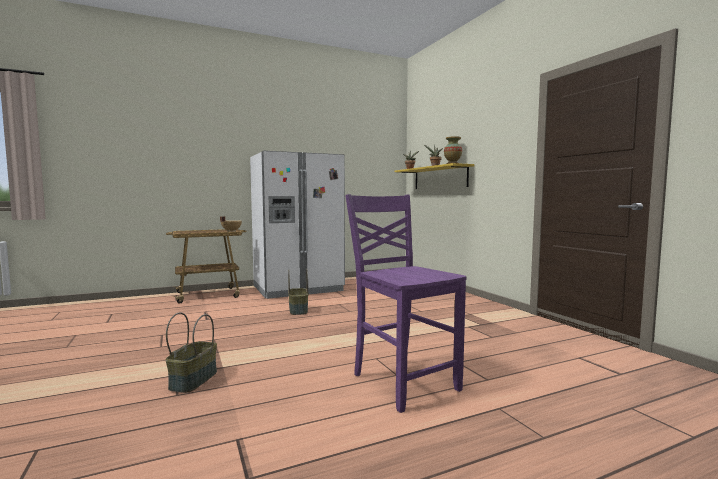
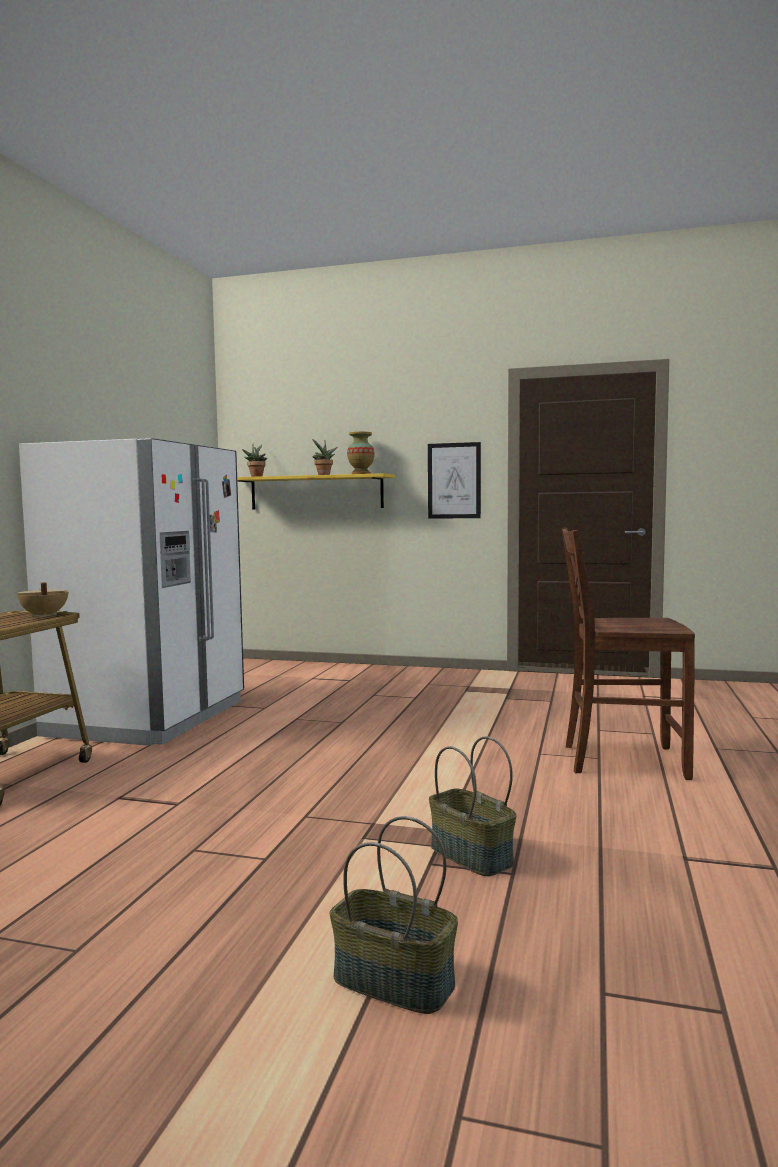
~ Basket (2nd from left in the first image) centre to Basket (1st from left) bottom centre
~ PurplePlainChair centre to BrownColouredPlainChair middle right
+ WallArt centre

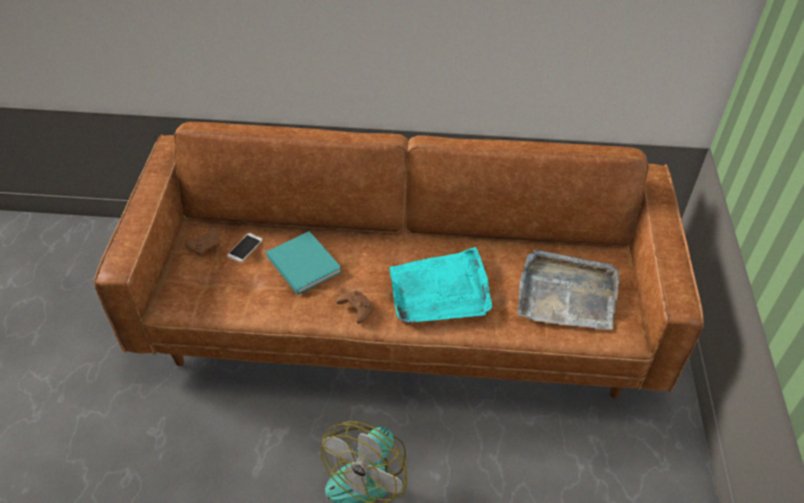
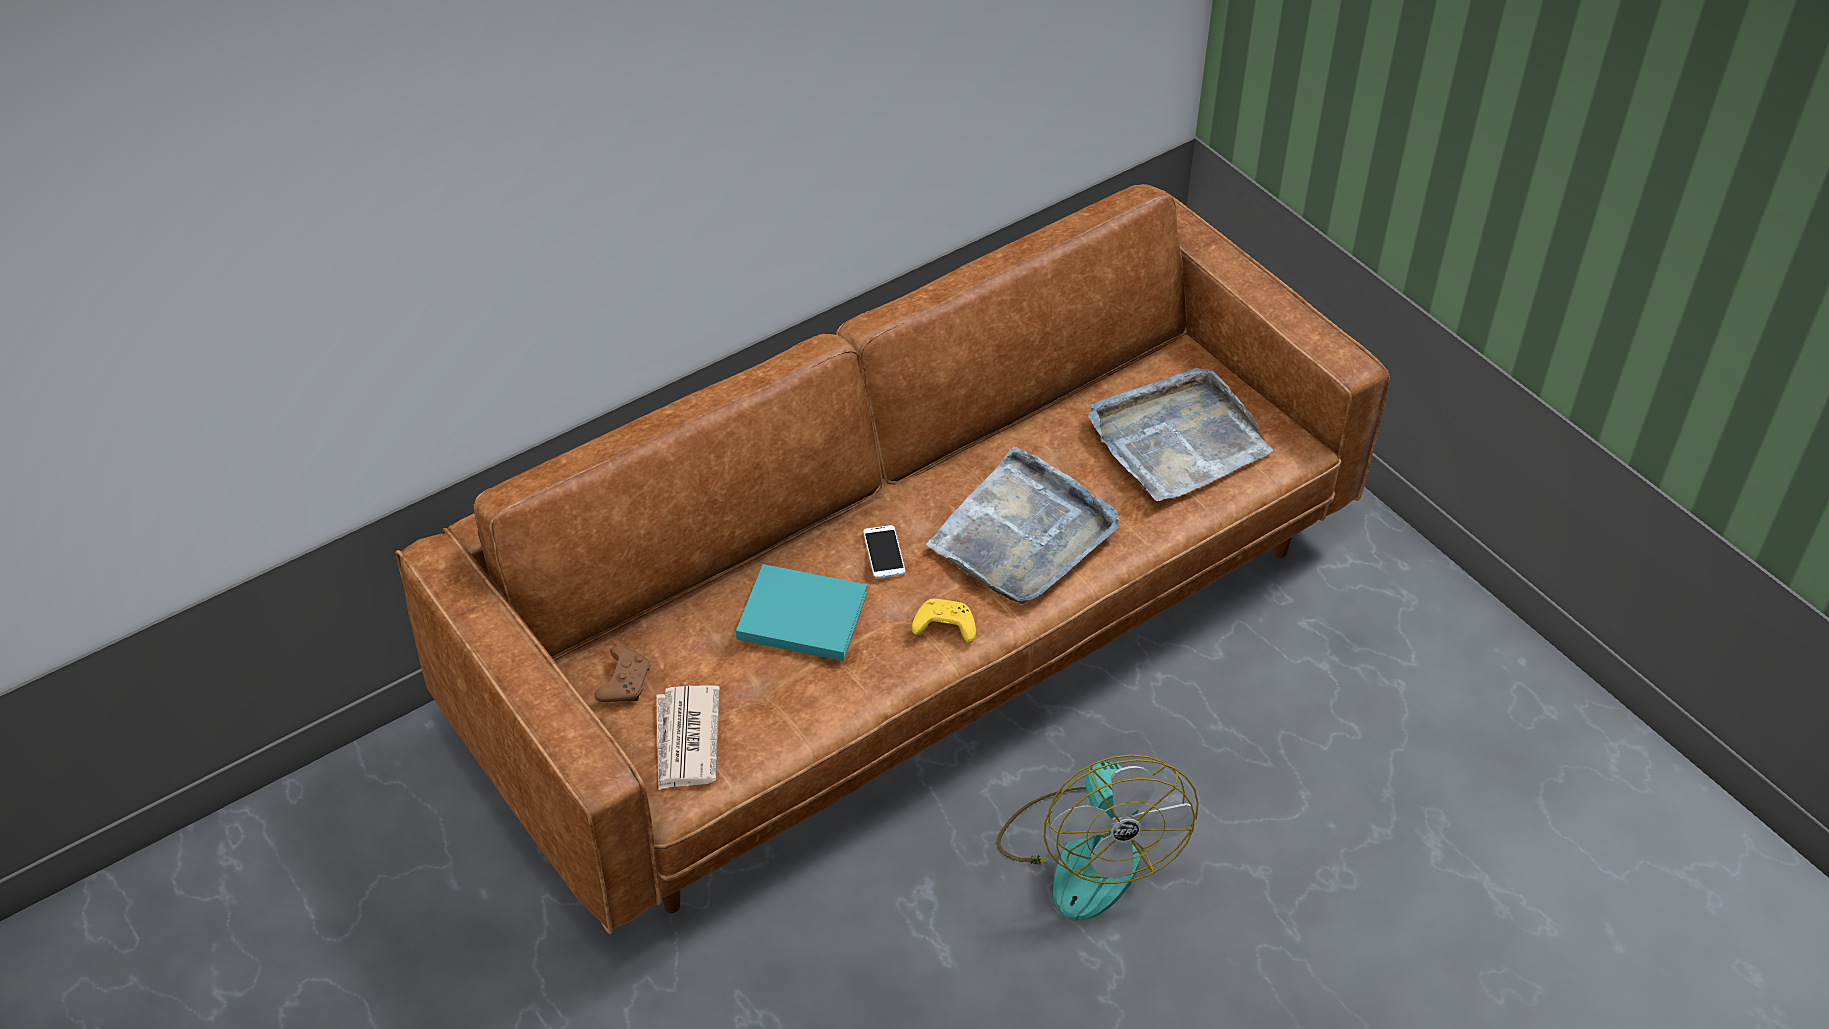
~ Handset middle left to centre
~ BrownColouredGamepad (2nd from left) centre to YellowishGamepad centre
~ BlueGreenServingTray centre to GreyishServingTray (1st from left) centre
+ Newspaper bottom centre

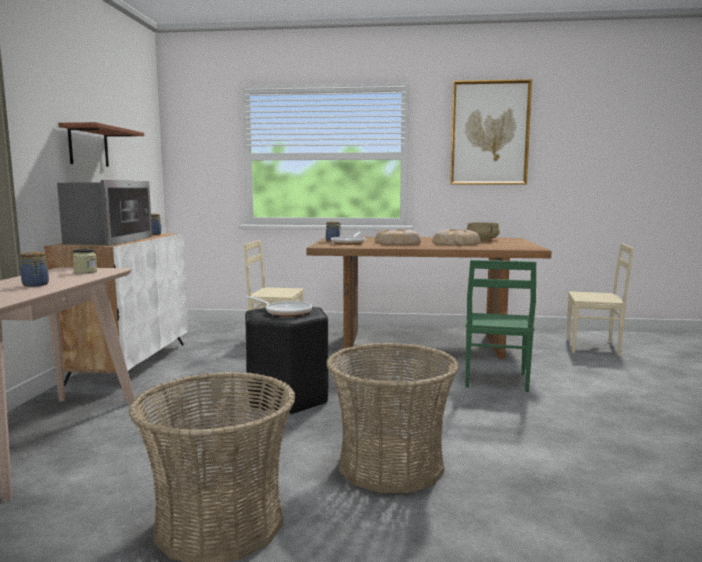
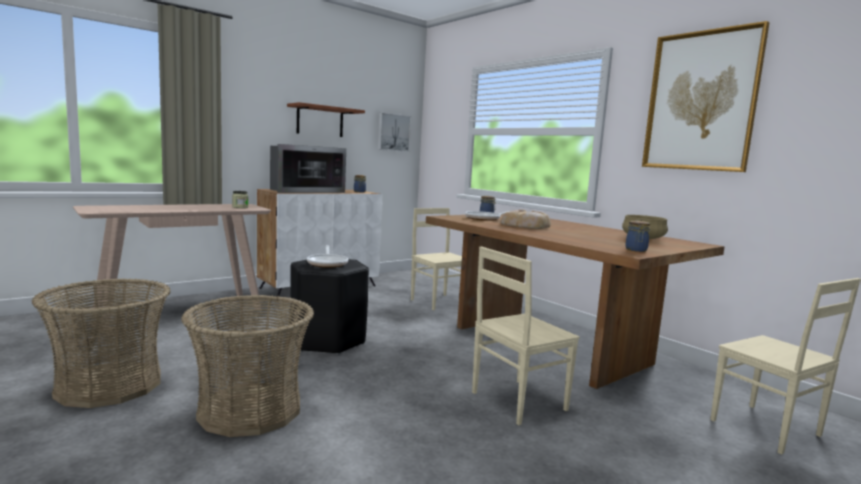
~ PreserveJar (1st from left in the first image) middle left to PreserveJar (4th from left) middle right
- Bread (2nd from left) centre
~ GreenishPlainChair middle right to BeigePlainChair (2nd from left) bottom centre
+ WallArt (1st from left) top centre

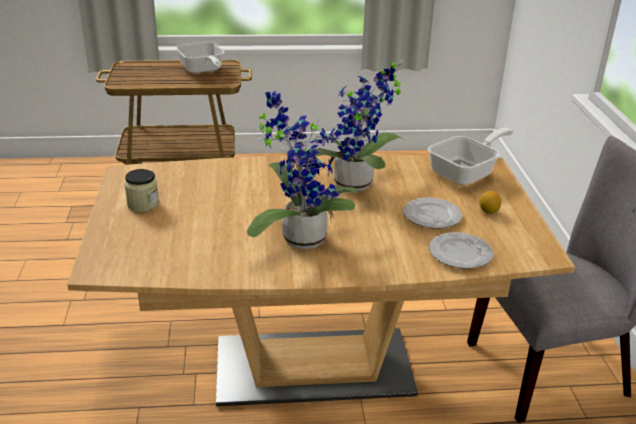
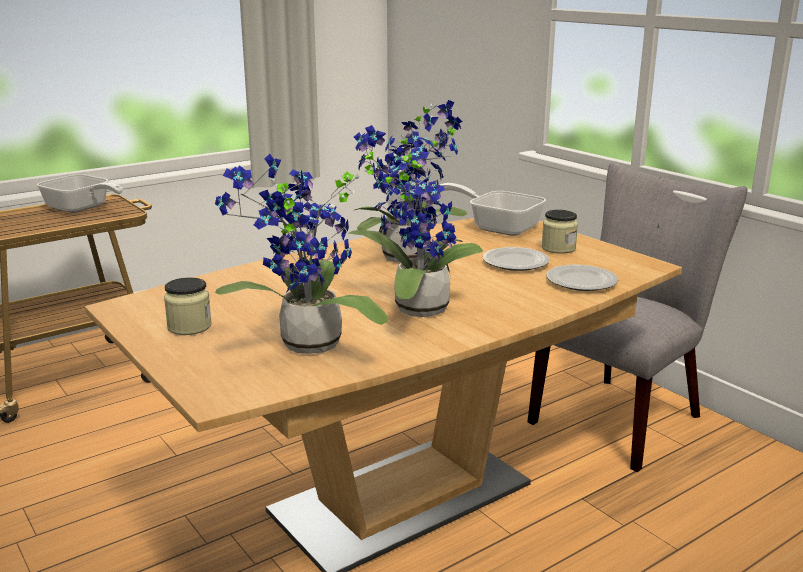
~ FryingPan (2nd from left) middle right = centre 75 degrees counterclockwise
~ WholeLemon middle right to PreserveJar (2nd from left) middle right
+ Houseplant (1st from left) centre

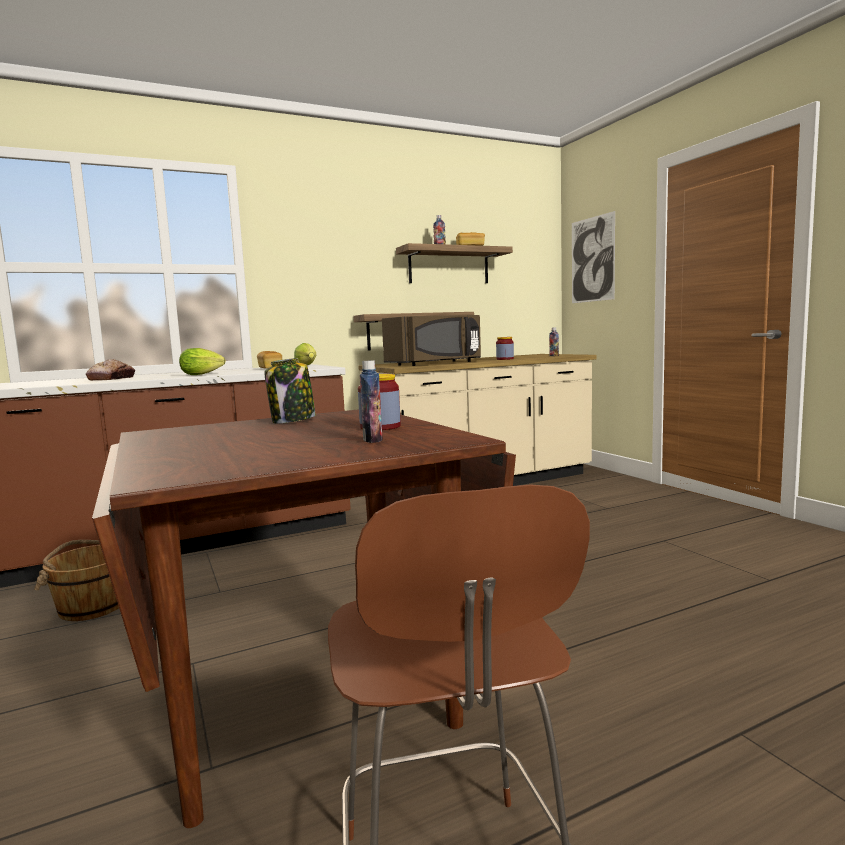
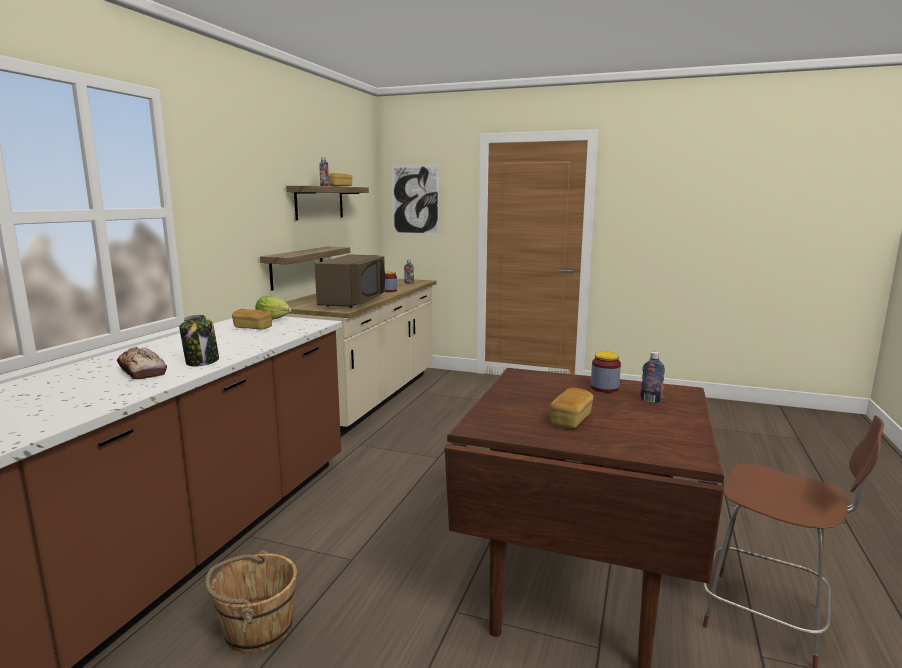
- Lettuce (1st from left) middle left
~ PreserveJar (1st from left) centre to middle left
+ Bread (4th from left) centre

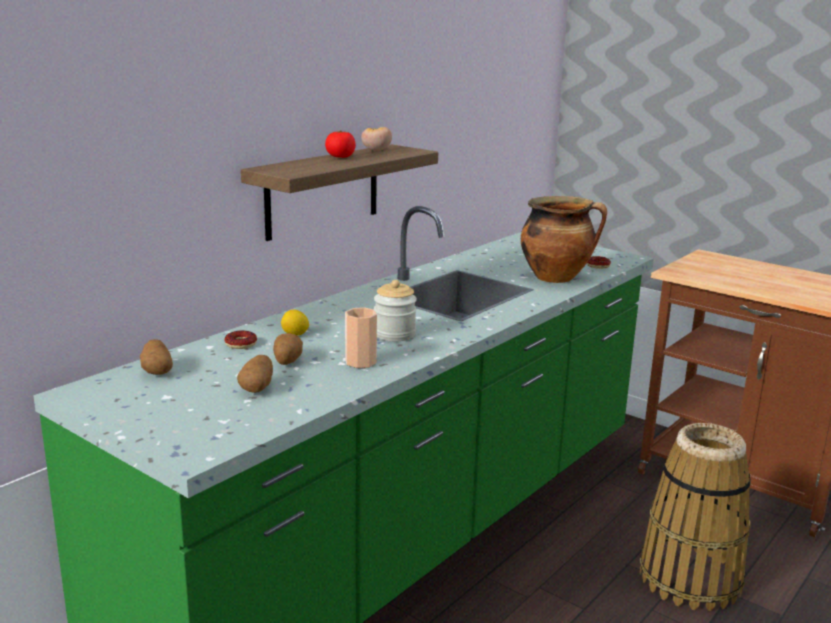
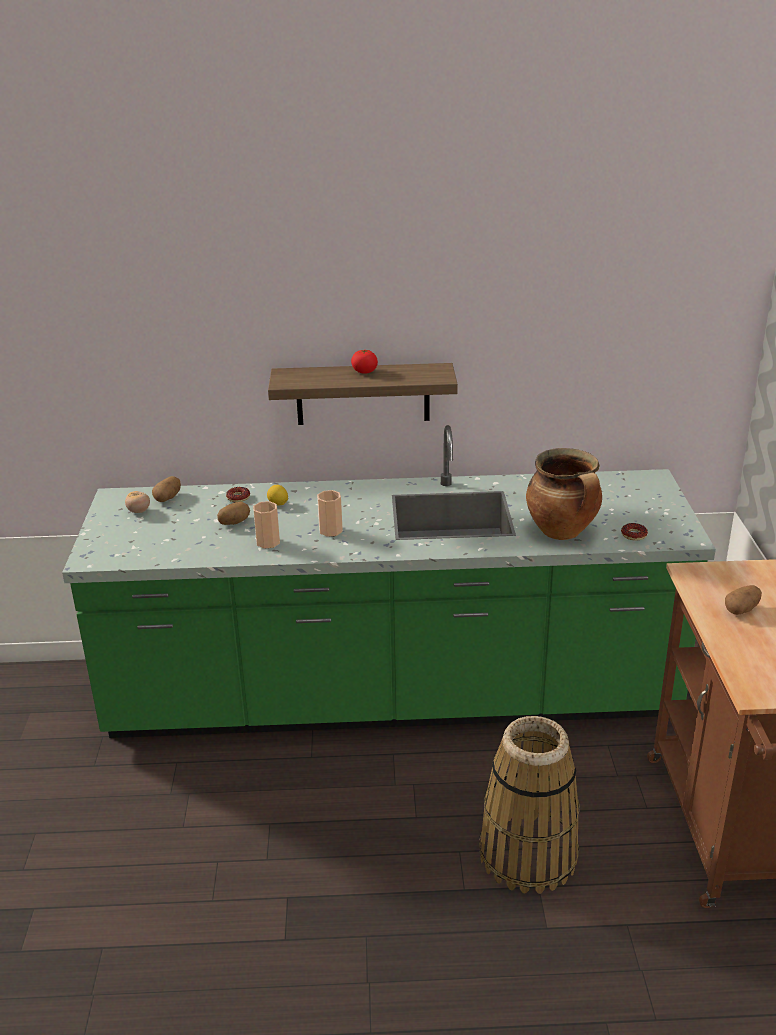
~ Spud (2nd from left in the first image) middle left to Spud (3rd from left) middle right
~ Tomato (2nd from left in the first image) top centre to Tomato (1st from left) middle left
~ PreserveJar centre to Cup (2nd from left) centre

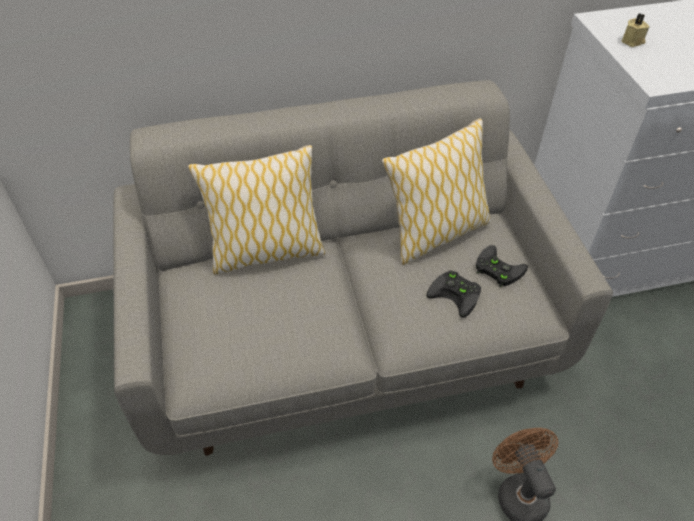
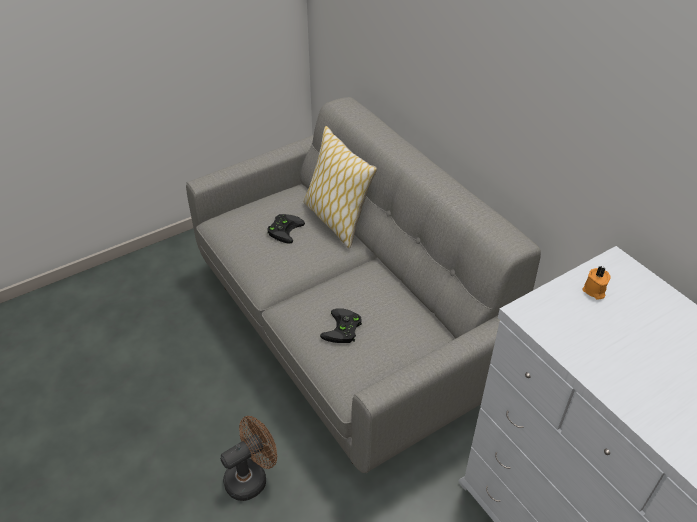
- Pillow (2nd from left) centre
~ BlackGamepad (2nd from left in the first image) middle right to BlackGamepad (1st from left) centre
~ BeigeCandle top right to OrangeCandle middle right

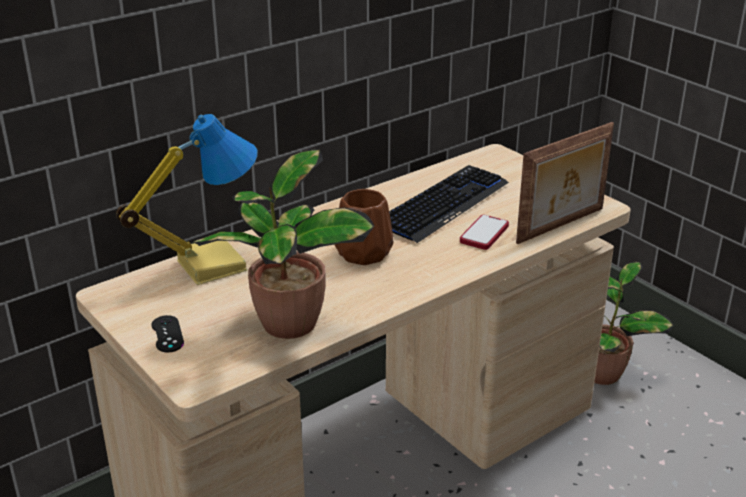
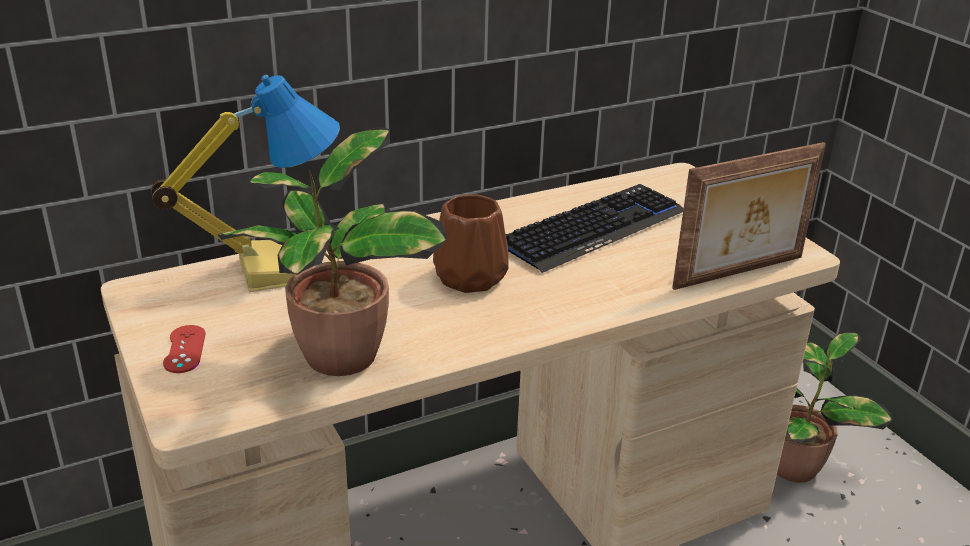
~ BlackGamepad bottom left to RedGamepad middle left
- Handset centre

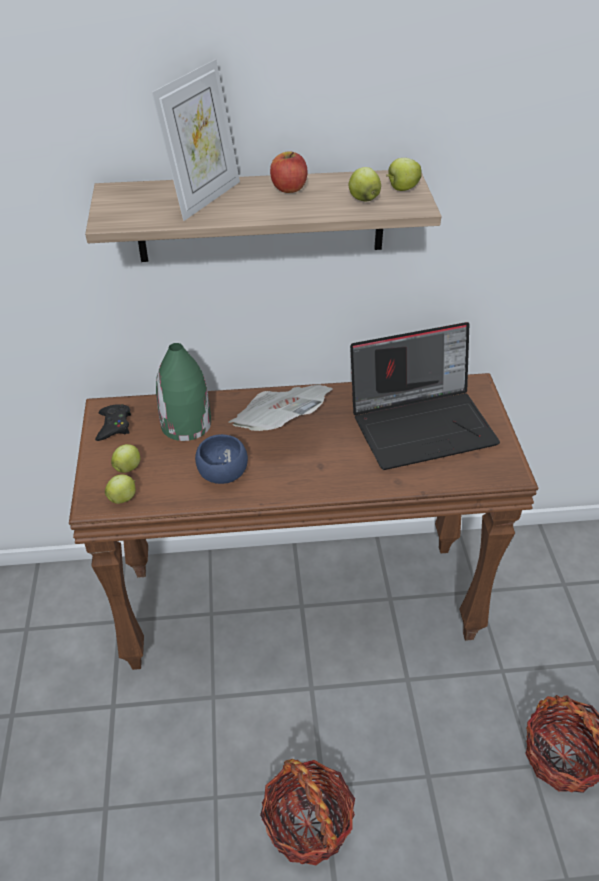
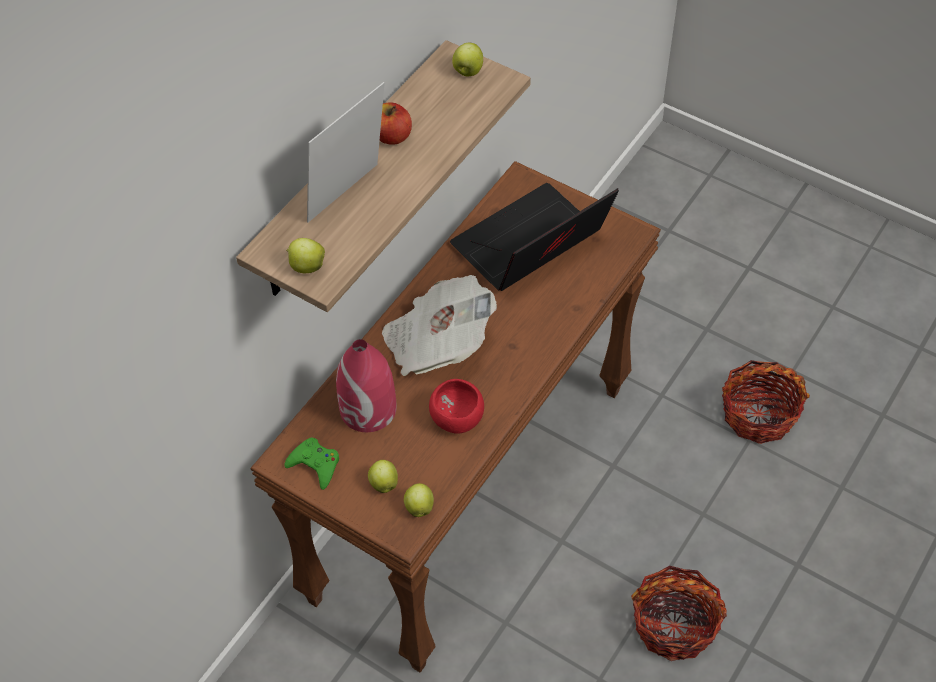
~ BlackGamepad middle left to GreenishGamepad bottom left
~ PictureFrame top left = top centre 120 degrees counterclockwise
~ GreenishDecorativeVase middle left to RedDecorativeVase centre
~ BluishServingBowl centre to RedServingBowl centre
~ Apple (4th from left in the first image) top centre to Apple (1st from left) middle left
~ NotebookComputer middle right = centre 150 degrees counterclockwise

